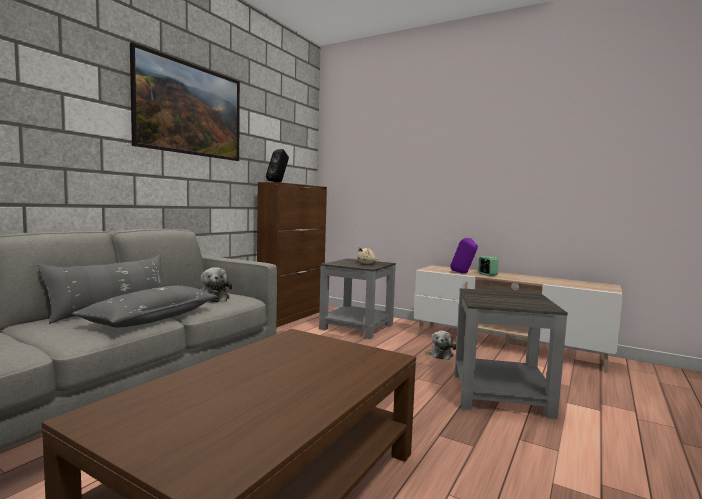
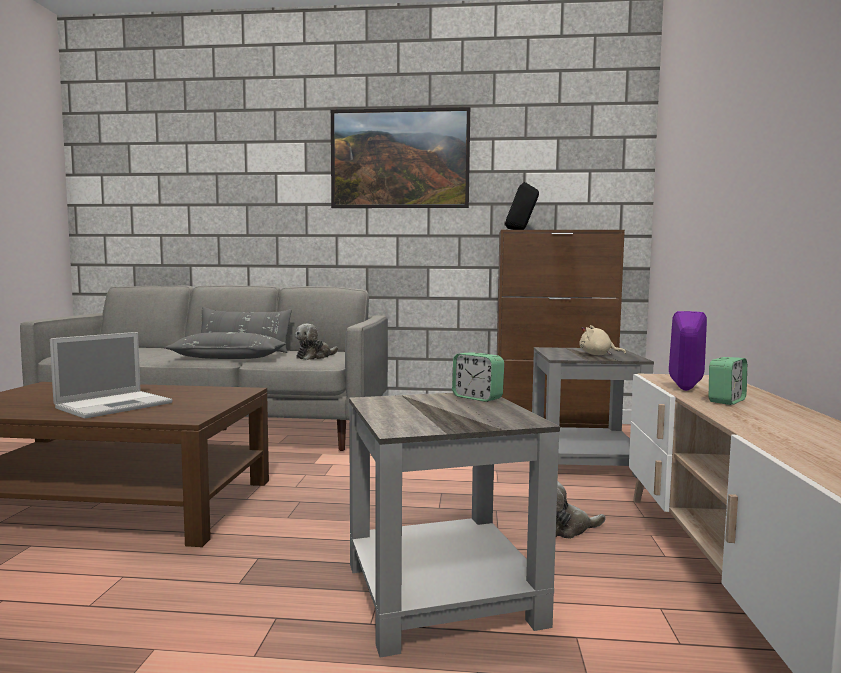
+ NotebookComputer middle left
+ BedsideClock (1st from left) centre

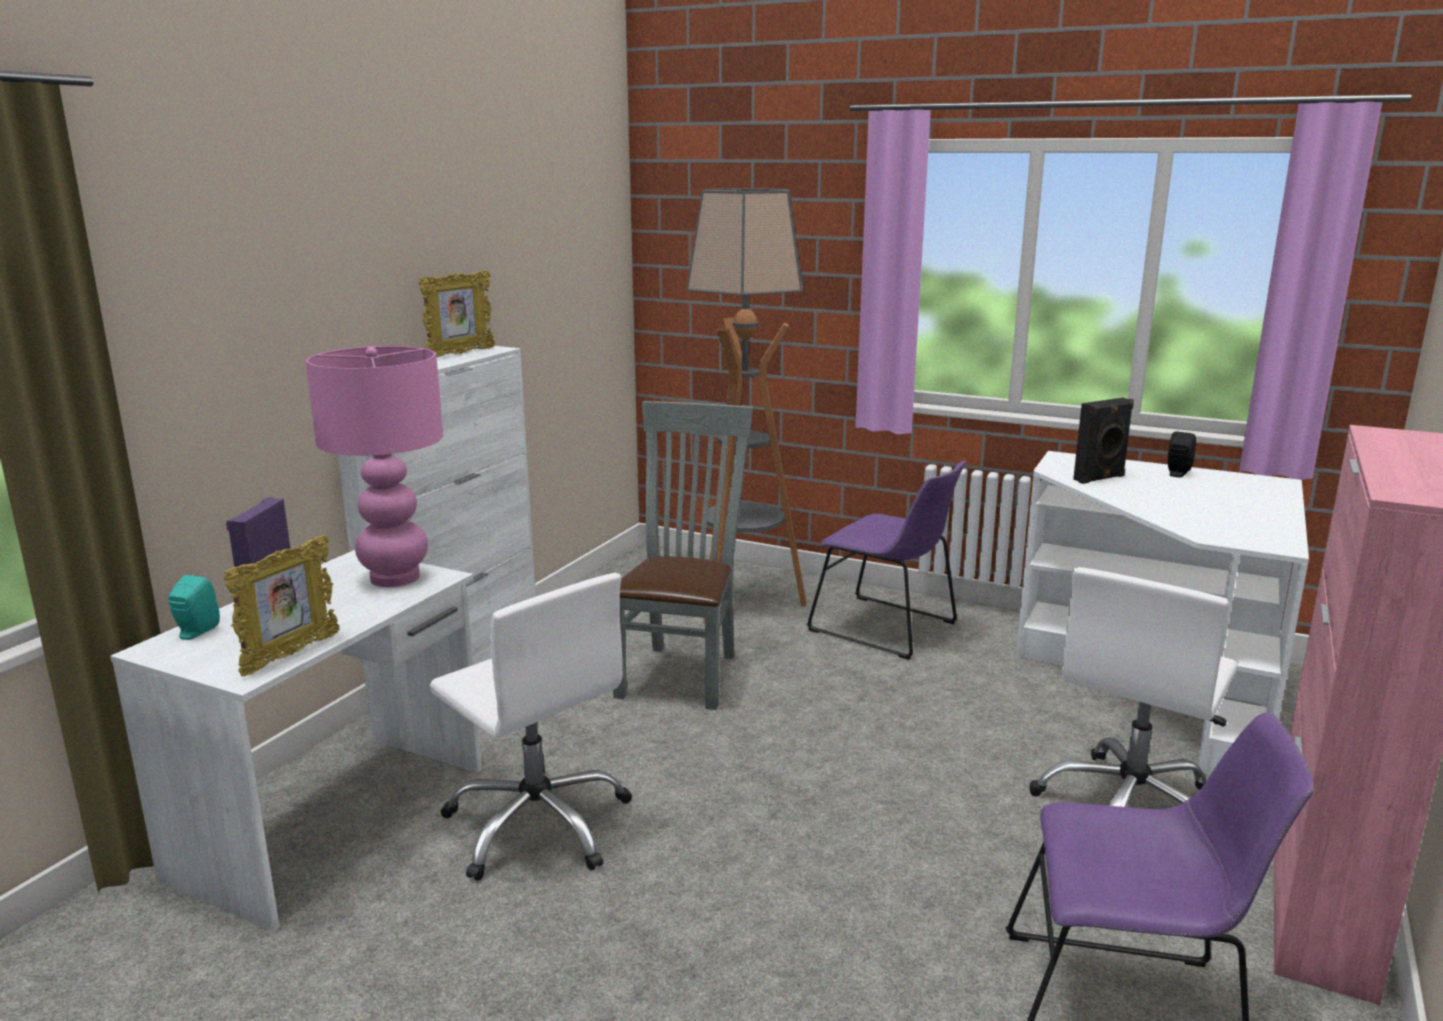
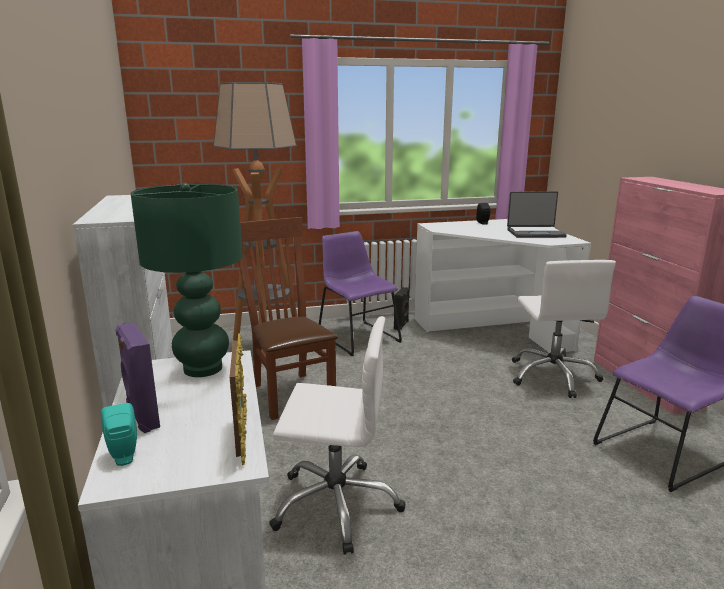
~ PinkishTableLamp middle left to GreenishTableLamp middle left
- PictureFrame (2nd from left) top left
~ GreyishPlainChair centre to BrownColouredPlainChair centre
~ PurplePlainChair (1st from left) centre = centre 120 degrees counterclockwise
~ BlackAudioSpeaker (1st from left) middle right to centre
+ NotebookComputer middle right

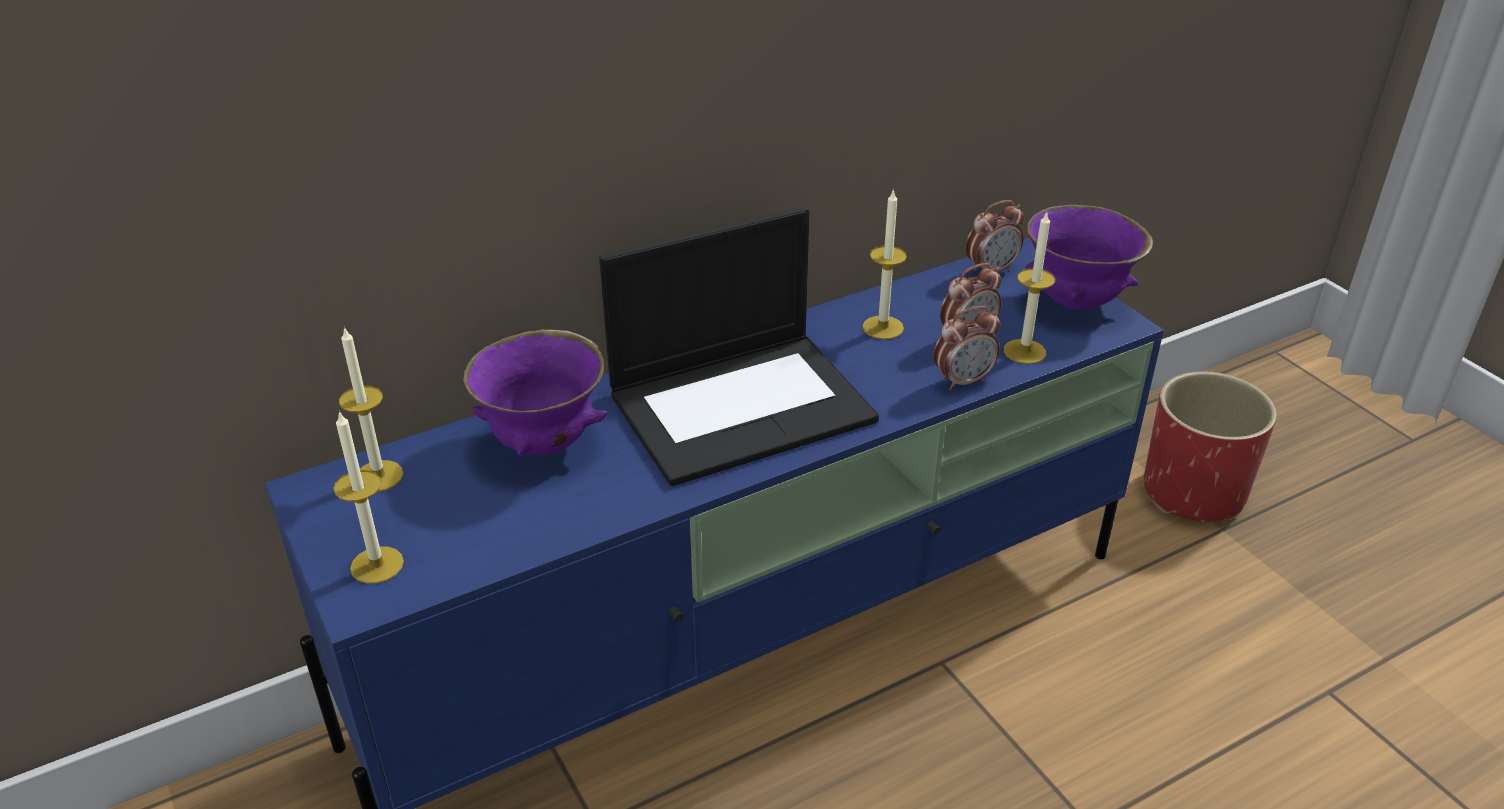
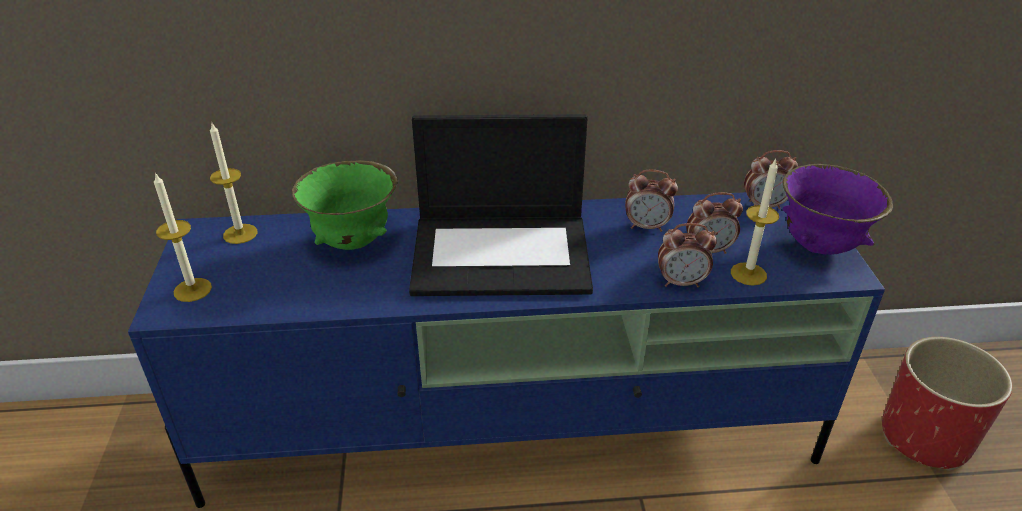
~ PurpleServingBowl (1st from left) centre to GreenishServingBowl centre
~ Candle (3rd from left) top centre to BedsideClock (1st from left) centre

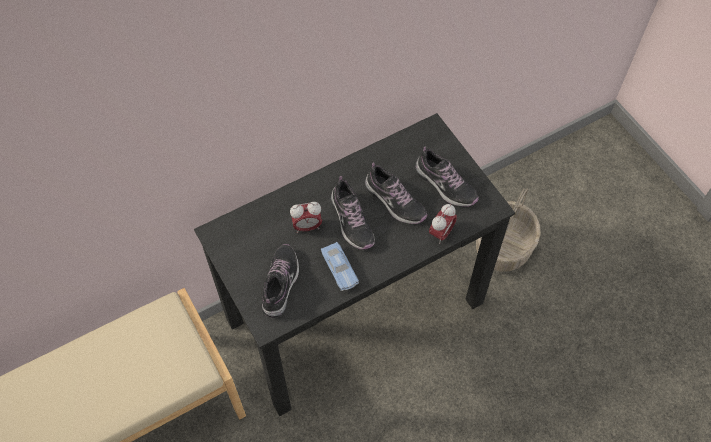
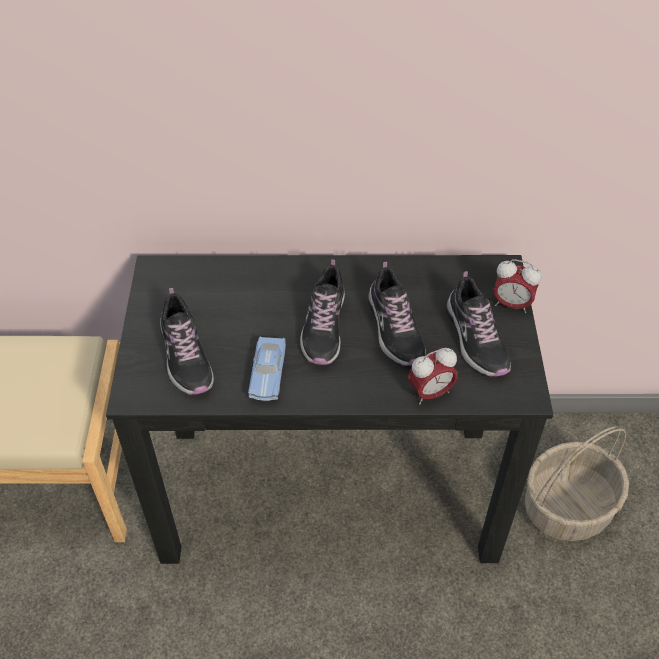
~ ItemOfFootwear (1st from left) centre = middle left 120 degrees clockwise
~ BedsideClock (1st from left in the first image) centre to BedsideClock (2nd from left) middle right

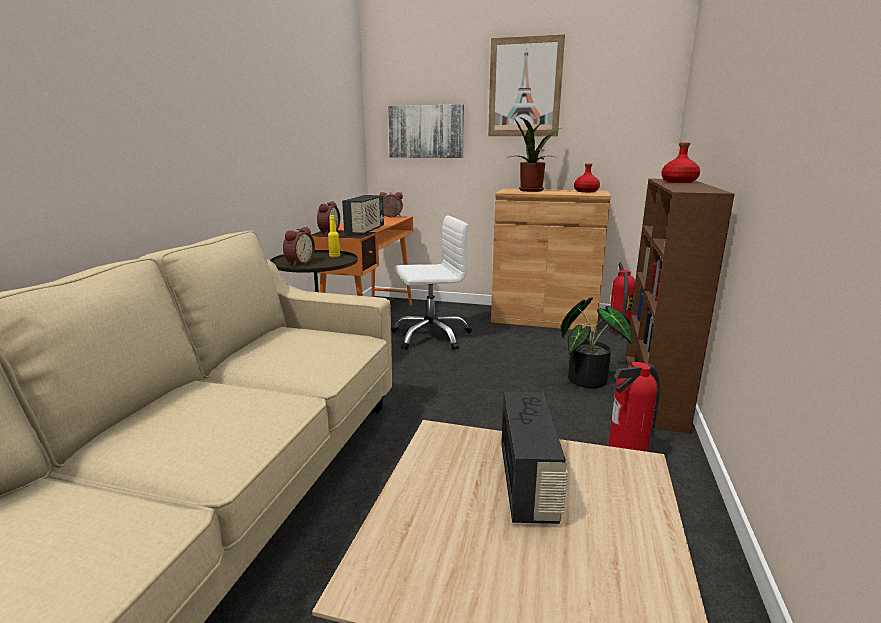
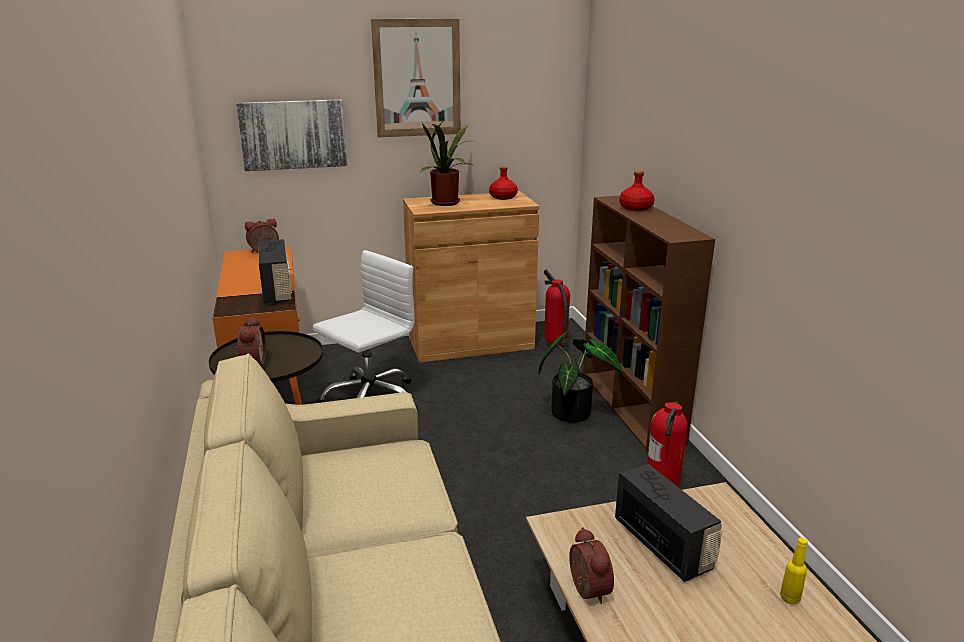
~ BedsideClock (2nd from left in the first image) centre to BedsideClock (3rd from left) bottom centre
~ YellowishDrinkBottle centre to bottom right

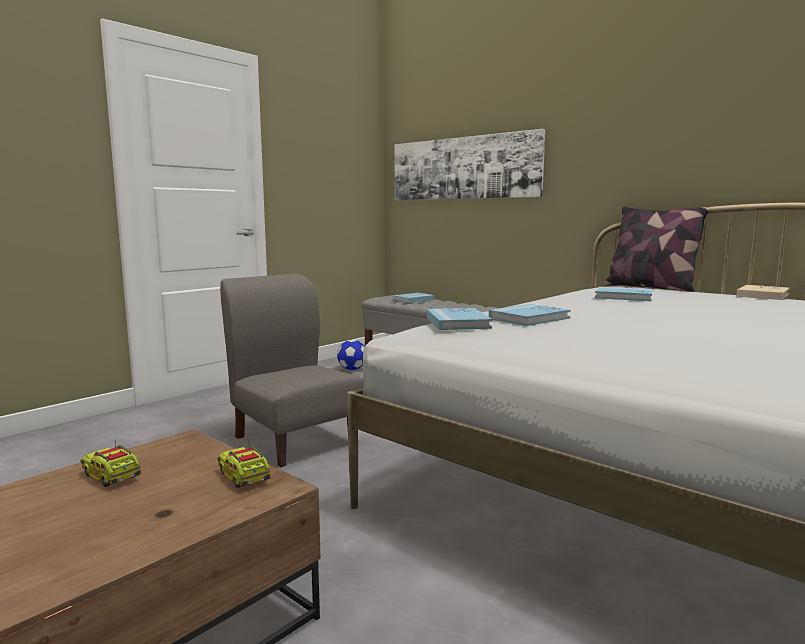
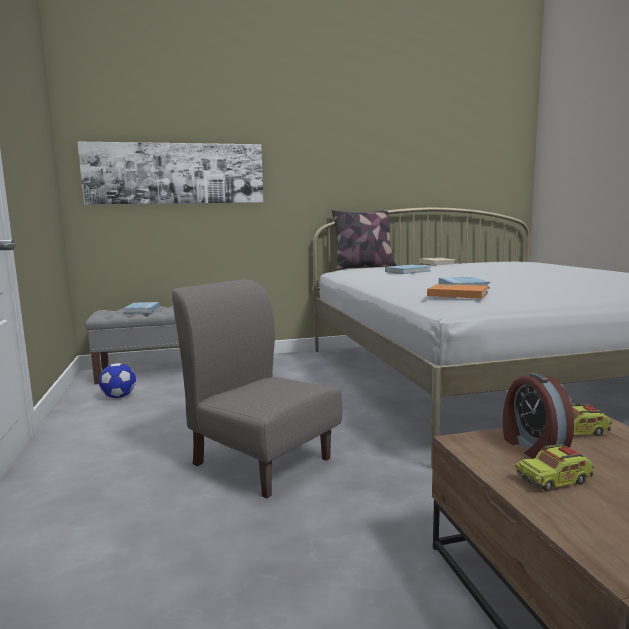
~ GreyishPlainChair centre = centre 45 degrees clockwise
~ BluishBoundBook (2nd from left) centre to OrangeBoundBook middle right
+ BedsideClock middle right

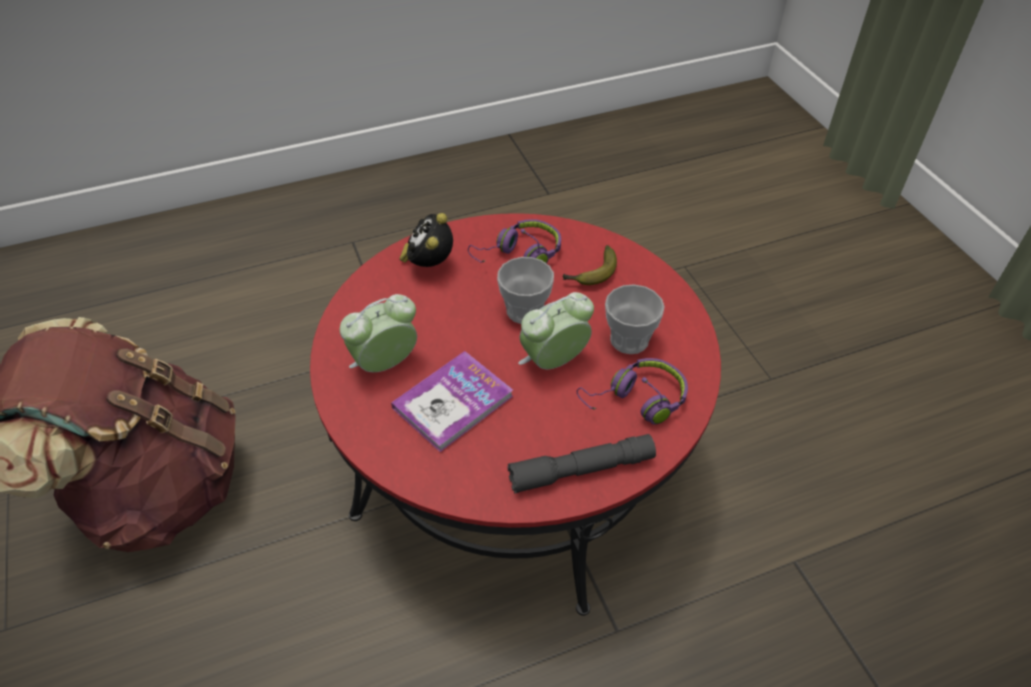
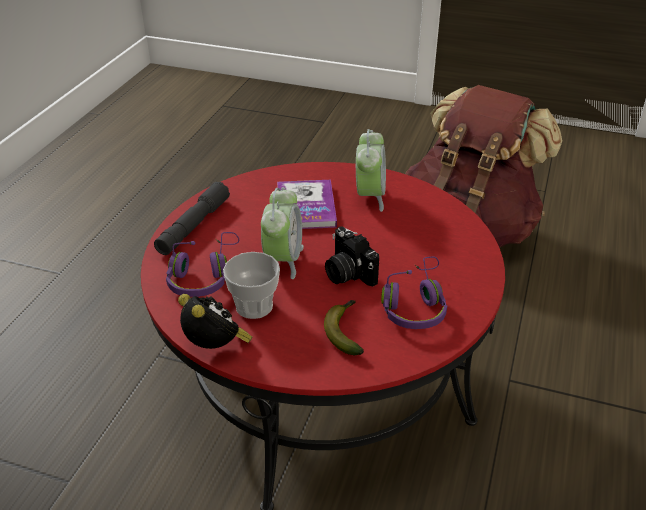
~ BedsideClock (2nd from left in the first image) centre to BedsideClock (1st from left) middle left
~ Cup (1st from left) centre to StillCamera centre

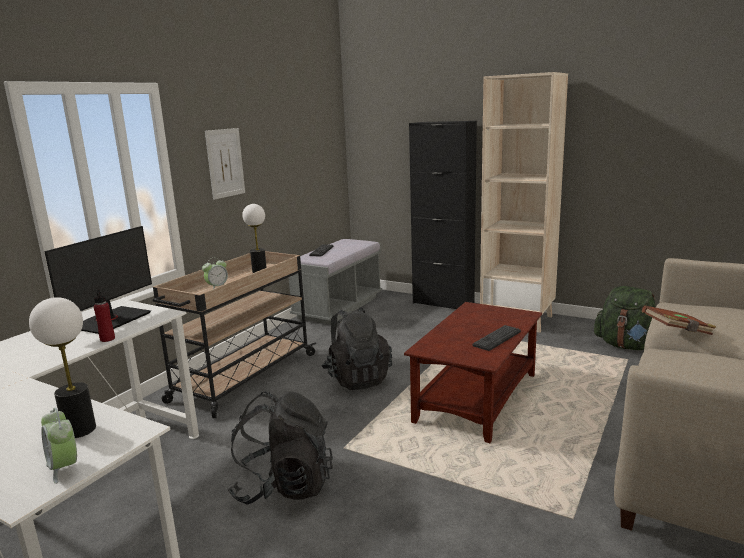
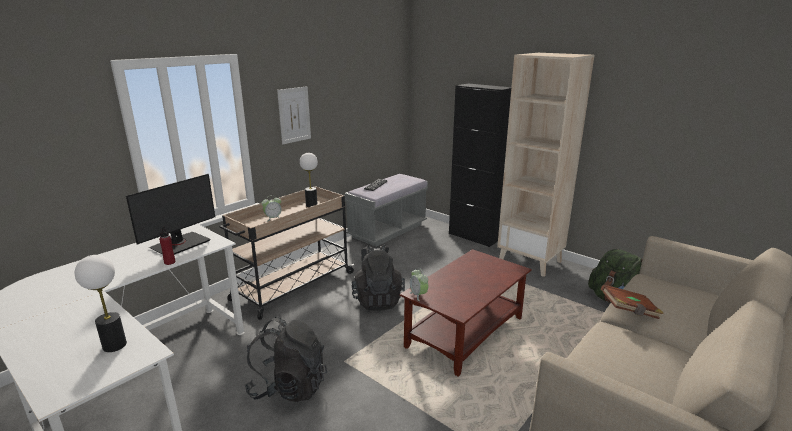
~ BedsideClock (1st from left in the first image) bottom left to BedsideClock (2nd from left) centre
- PcKeyboard (2nd from left) middle right

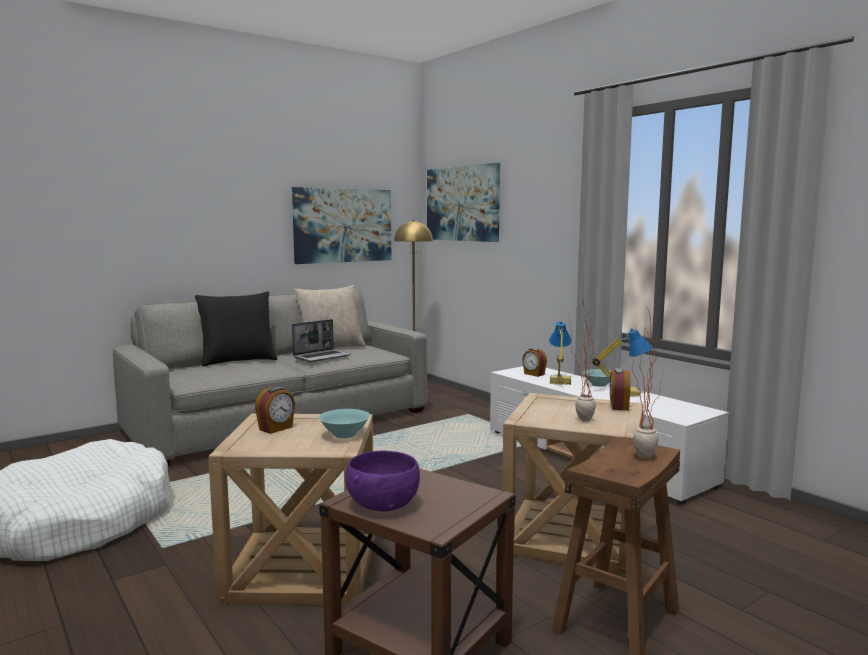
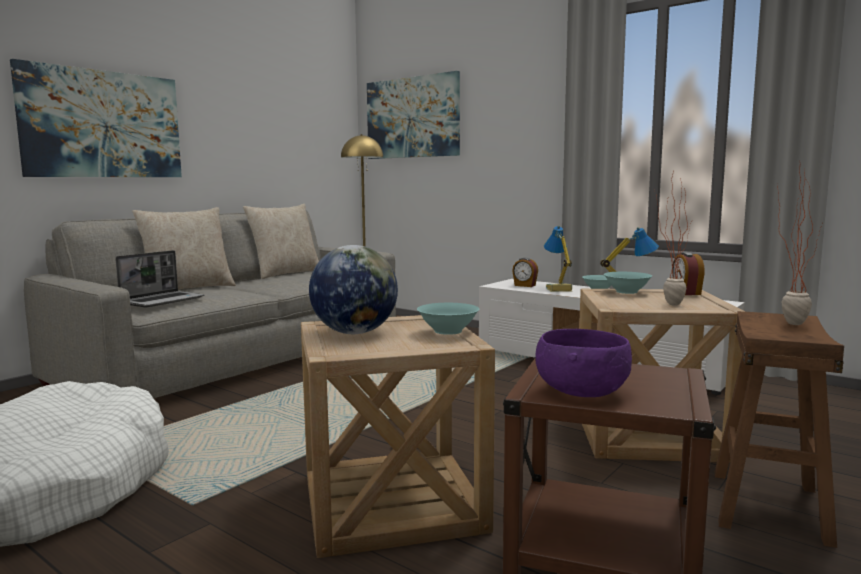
~ BlackPillow middle left to BeigePillow (1st from left) middle left
~ BedsideClock (1st from left) middle left to DeskGlobe centre
~ WallArt (1st from left) centre to top left
~ NotebookComputer centre to middle left
+ BlueGreenServingBowl (3rd from left) middle right

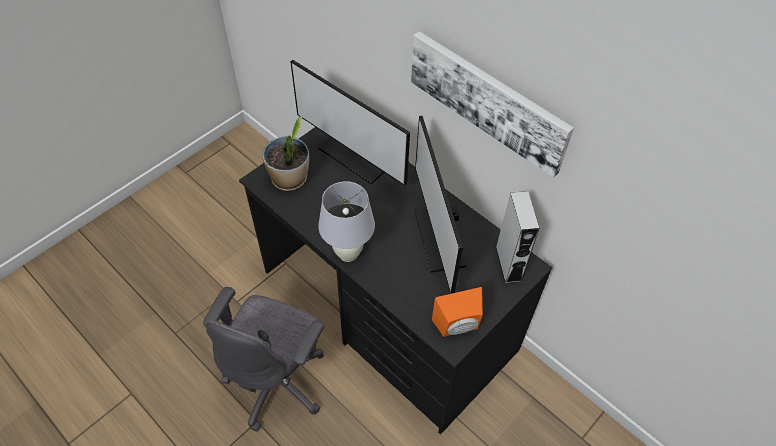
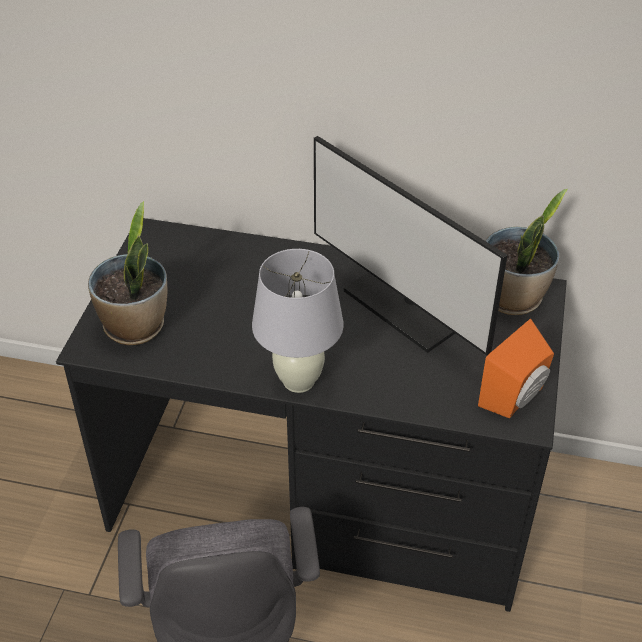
- Monitor (1st from left) top centre
- WallArt top centre
~ GreyishAudioSpeaker centre to Houseplant (2nd from left) middle right

